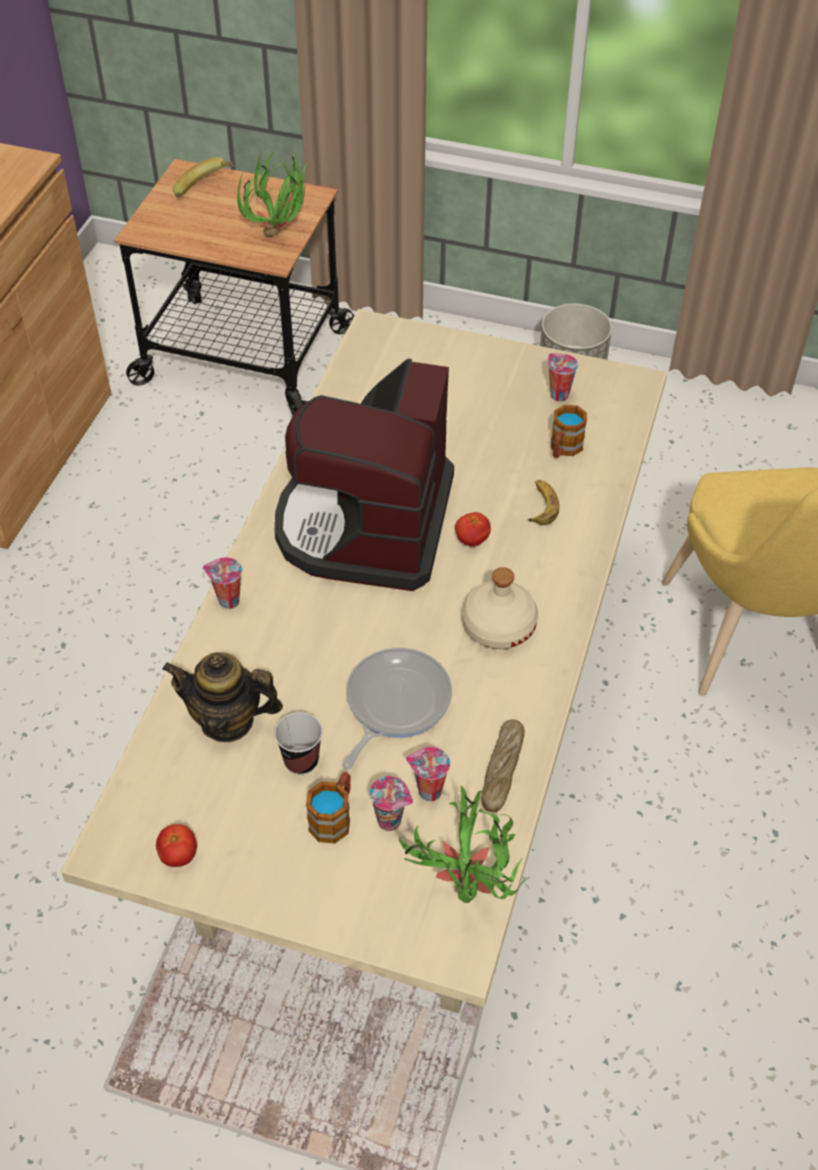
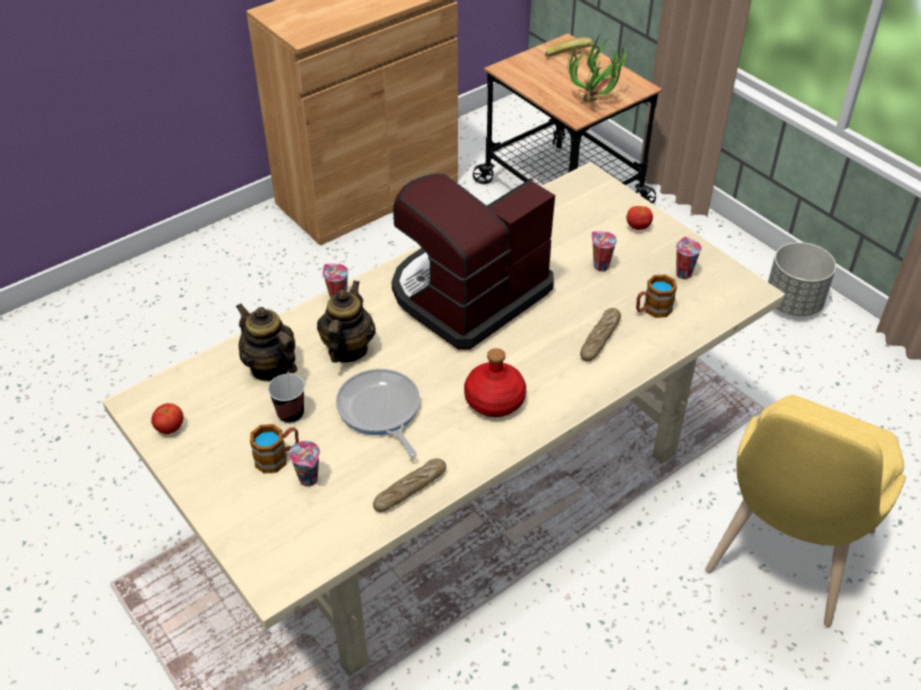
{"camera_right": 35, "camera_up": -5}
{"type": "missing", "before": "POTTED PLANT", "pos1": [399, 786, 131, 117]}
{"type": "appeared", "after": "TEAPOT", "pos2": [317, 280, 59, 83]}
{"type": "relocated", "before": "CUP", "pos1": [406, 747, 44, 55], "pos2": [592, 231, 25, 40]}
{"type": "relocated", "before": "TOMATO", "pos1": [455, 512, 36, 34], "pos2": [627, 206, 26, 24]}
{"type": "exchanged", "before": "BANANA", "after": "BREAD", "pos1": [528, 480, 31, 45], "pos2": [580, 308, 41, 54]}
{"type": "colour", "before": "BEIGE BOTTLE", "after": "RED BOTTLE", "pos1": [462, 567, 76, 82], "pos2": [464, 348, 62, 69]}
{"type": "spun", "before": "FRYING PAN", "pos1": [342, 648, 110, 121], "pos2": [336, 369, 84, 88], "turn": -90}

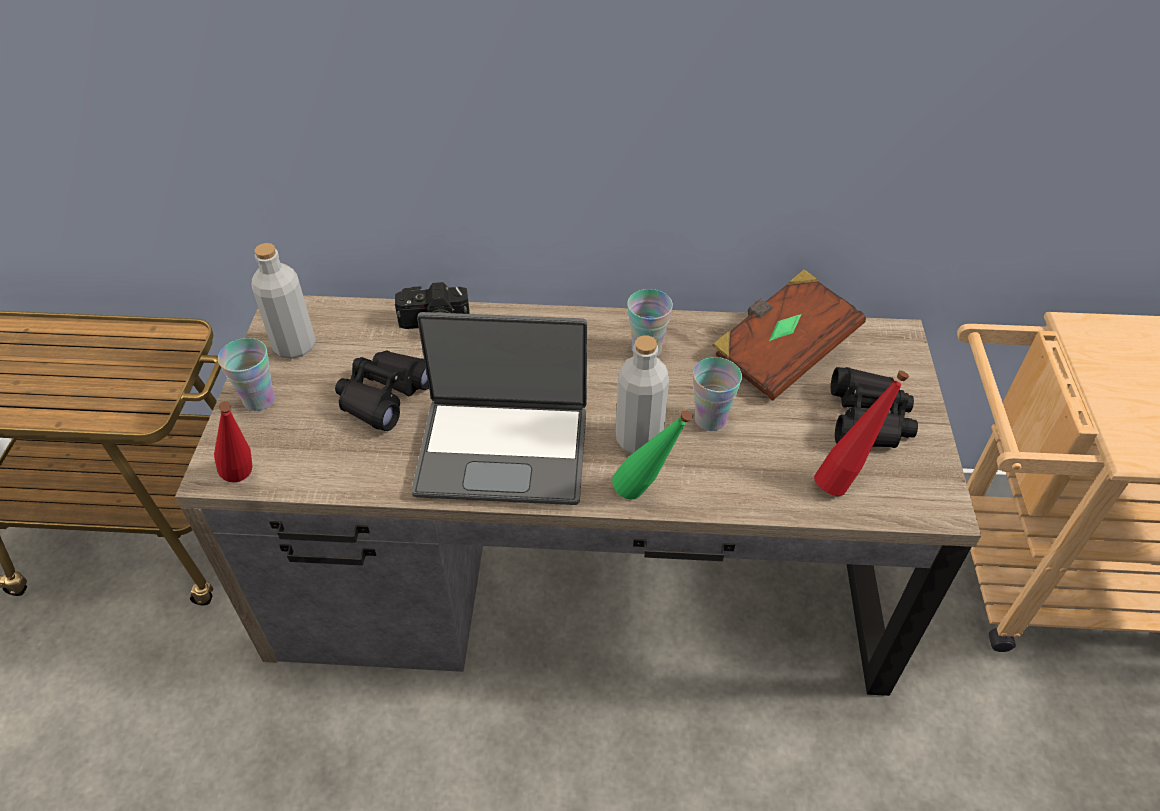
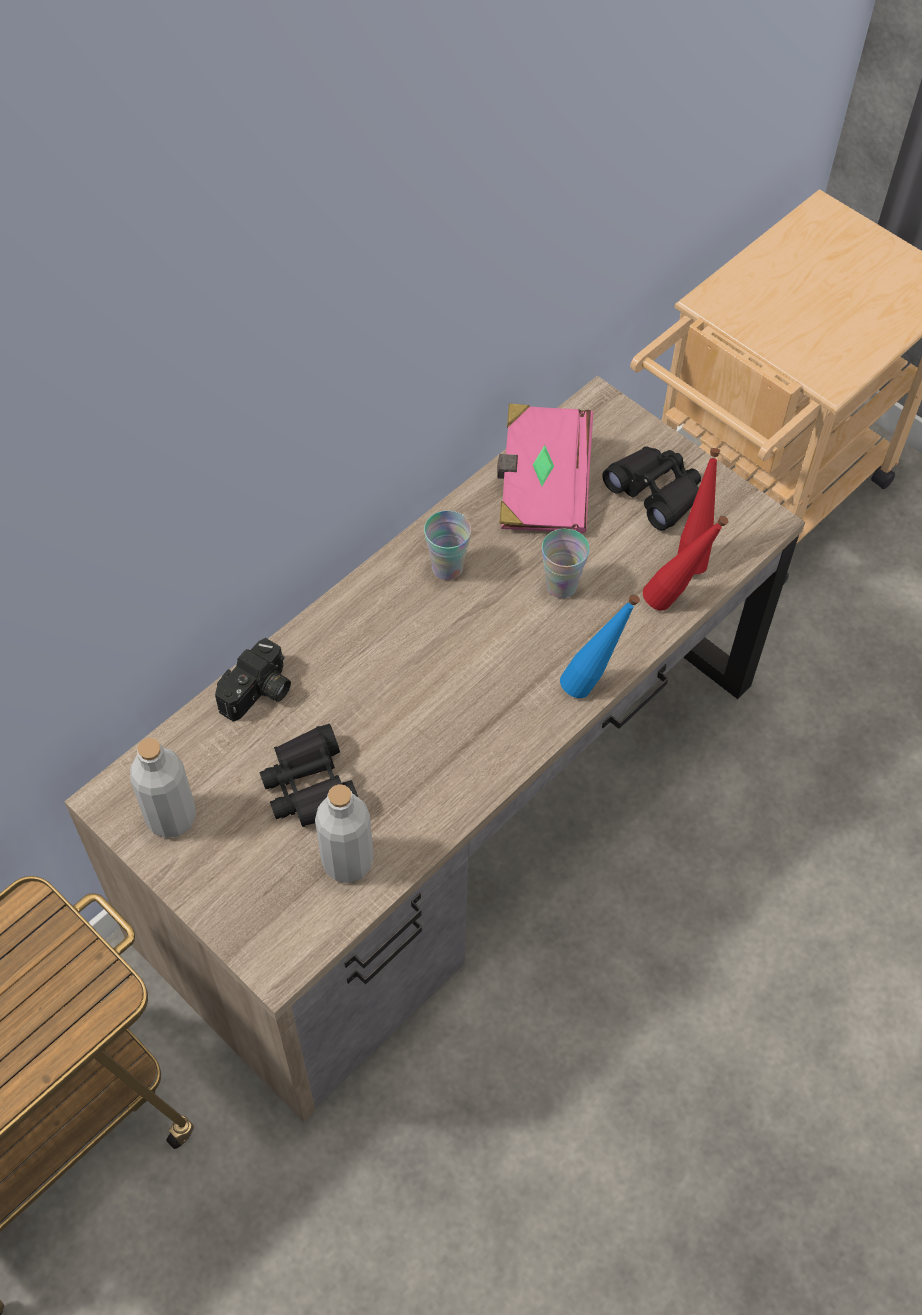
{"camera_right": -50, "camera_up": 10}
{"type": "missing", "before": "CUP", "pos1": [218, 338, 57, 73]}
{"type": "missing", "before": "LAPTOP", "pos1": [411, 312, 176, 193]}
{"type": "relocated", "before": "RED BOTTLE", "pos1": [214, 401, 39, 81], "pos2": [643, 516, 85, 95]}
{"type": "relocated", "before": "GREY BOTTLE", "pos1": [616, 336, 53, 118], "pos2": [315, 784, 59, 99]}
{"type": "colour", "before": "GREEN BOTTLE", "after": "BLUE BOTTLE", "pos1": [612, 410, 81, 90], "pos2": [560, 594, 80, 104]}
{"type": "colour", "before": "BROWN BOOK", "after": "PINK BOOK", "pos1": [712, 269, 154, 131], "pos2": [497, 403, 96, 130]}

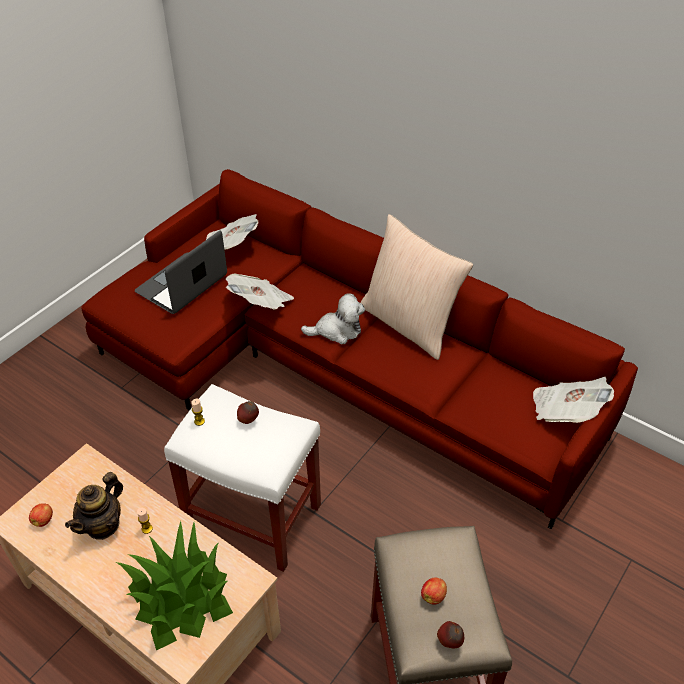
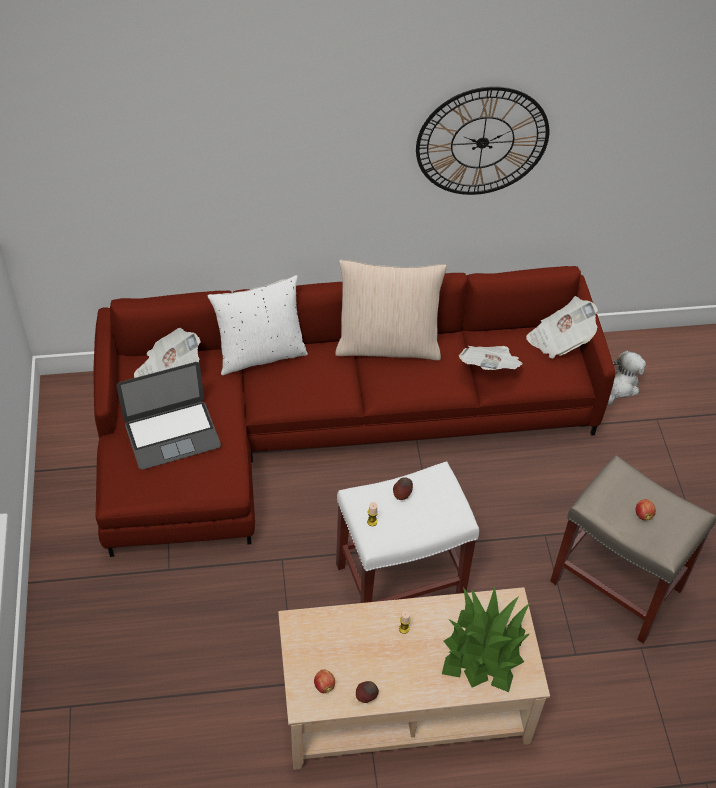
{"camera_right": -45, "camera_up": 5}
{"type": "missing", "before": "TEAPOT", "pos1": [65, 472, 58, 68]}
{"type": "appeared", "after": "WHITE PILLOW", "pos2": [208, 275, 100, 100]}
{"type": "appeared", "after": "WALL CLOCK", "pos2": [416, 87, 133, 108]}
{"type": "relocated", "before": "NEWSPAPER", "pos1": [225, 273, 69, 37], "pos2": [459, 346, 64, 24]}
{"type": "relocated", "before": "PLUSH TOY", "pos1": [301, 293, 64, 51], "pos2": [607, 351, 39, 54]}
{"type": "relocated", "before": "APPLE", "pos1": [437, 621, 27, 27], "pos2": [356, 681, 23, 22]}
{"type": "spun", "before": "LAPTOP", "pos1": [135, 231, 92, 83], "pos2": [117, 362, 104, 107], "turn": -105}

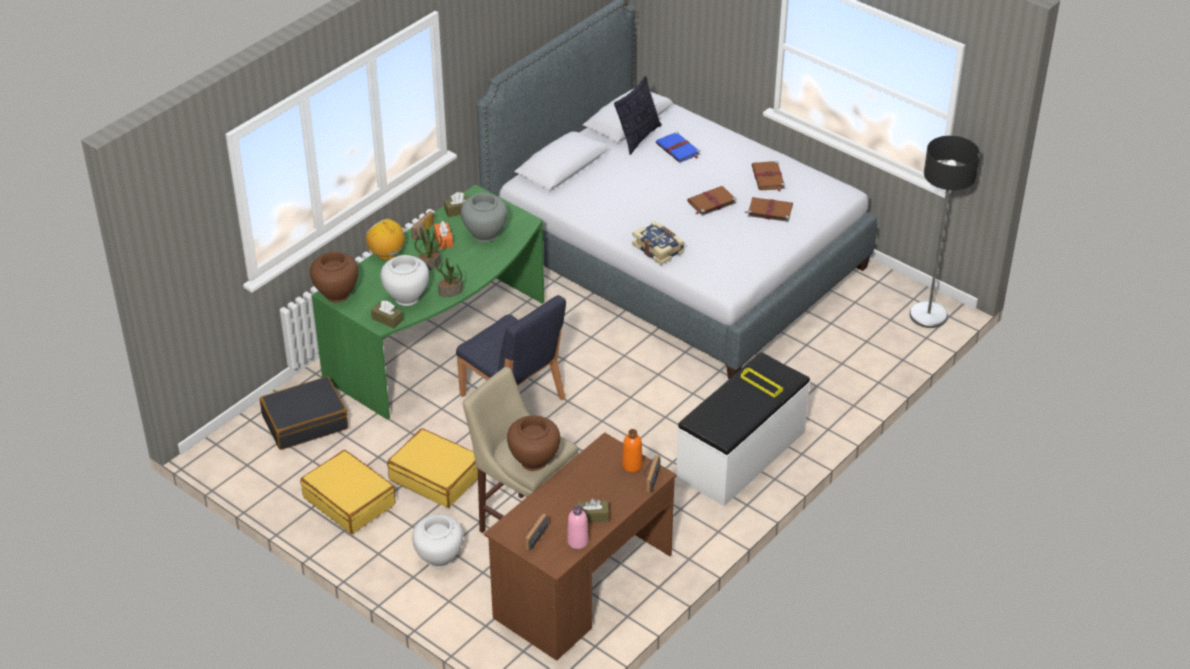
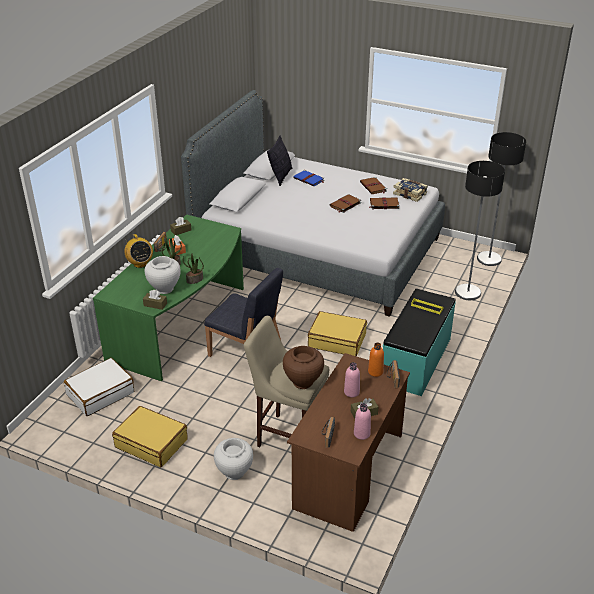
{"camera_right": -15, "camera_up": -5}
{"type": "missing", "before": "BROWN VASE", "pos1": [310, 252, 48, 50]}
{"type": "missing", "before": "GREY VASE", "pos1": [461, 193, 47, 50]}
{"type": "appeared", "after": "PINK BOTTLE", "pos2": [344, 362, 16, 35]}
{"type": "appeared", "after": "FLOOR LAMP", "pos2": [455, 161, 50, 139]}
{"type": "relocated", "before": "YELLOW SUITCASE", "pos1": [387, 428, 91, 80], "pos2": [308, 311, 59, 45]}
{"type": "relocated", "before": "BOOK", "pos1": [632, 221, 53, 44], "pos2": [393, 178, 35, 24]}
{"type": "colour", "before": "BLACK SUITCASE", "after": "WHITE SUITCASE", "pos1": [260, 376, 88, 74], "pos2": [64, 358, 70, 58]}
{"type": "colour", "before": "WHITE BENCH", "after": "TURQUOISE BENCH", "pos1": [676, 352, 134, 154], "pos2": [383, 289, 73, 107]}
{"type": "spun", "before": "RADIO", "pos1": [366, 219, 40, 41], "pos2": [124, 234, 29, 34], "turn": -150}

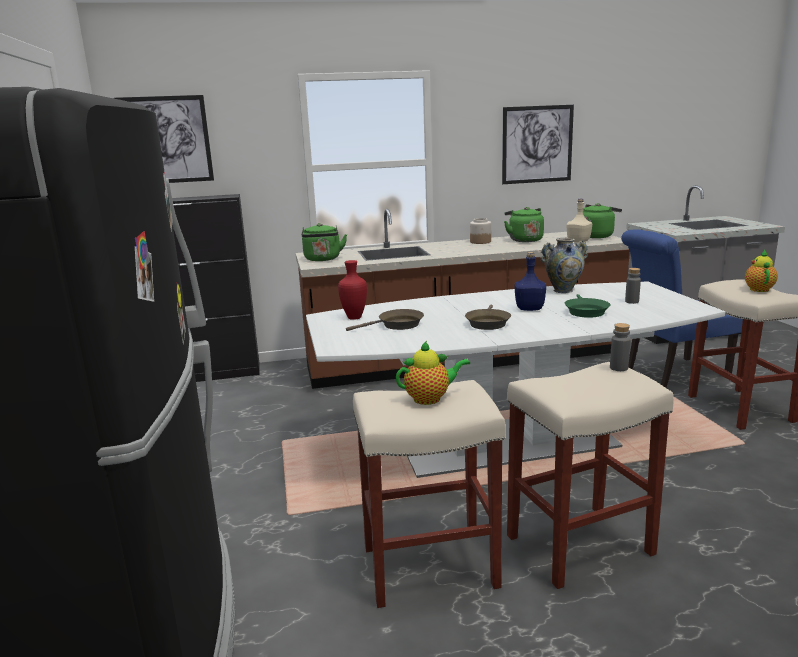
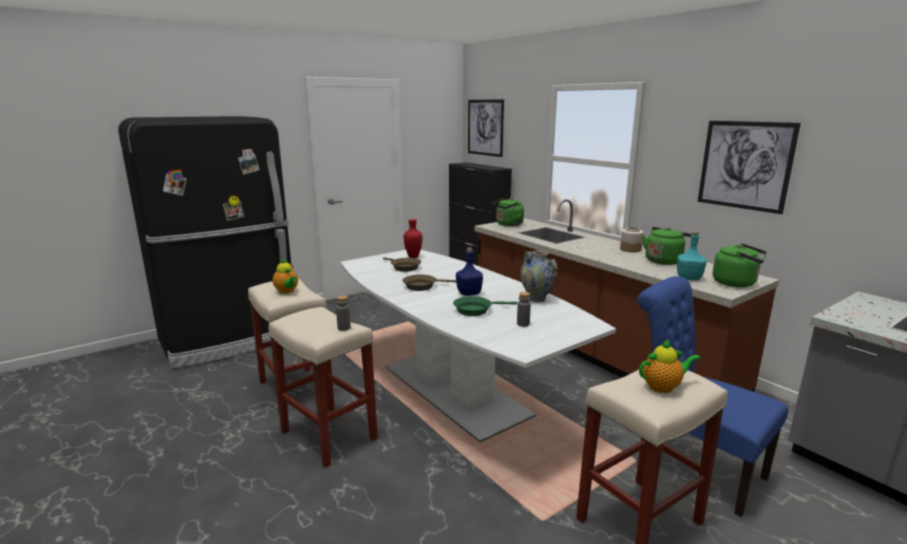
{"camera_right": 65, "camera_up": 0}
{"type": "colour", "before": "BEIGE BOTTLE", "after": "TURQUOISE BOTTLE", "pos1": [567, 199, 25, 44], "pos2": [677, 231, 29, 49]}

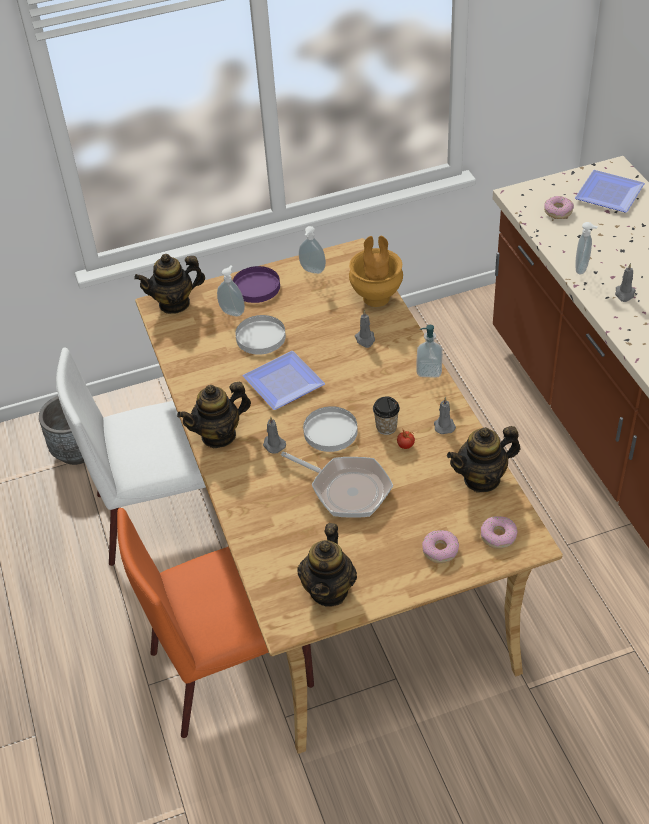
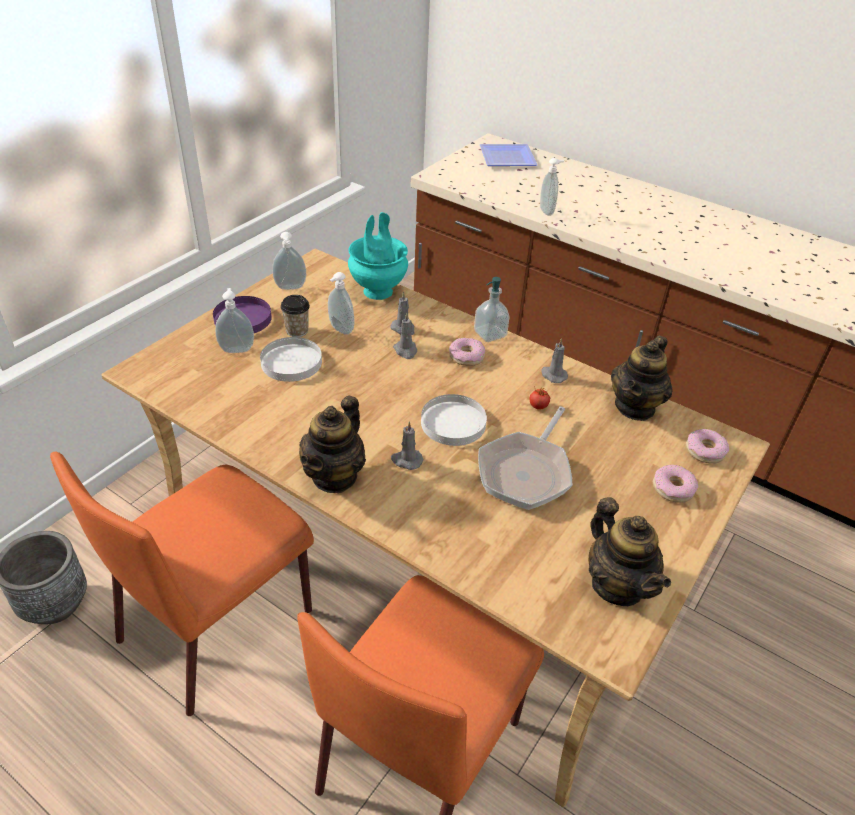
{"camera_right": -40, "camera_up": -5}
{"type": "missing", "before": "TEAPOT", "pos1": [134, 254, 71, 60]}
{"type": "missing", "before": "PLATE", "pos1": [243, 351, 82, 59]}
{"type": "appeared", "after": "SOAP DISPENSER", "pos2": [328, 272, 26, 63]}
{"type": "relocated", "before": "CUP", "pos1": [373, 396, 27, 39], "pos2": [280, 295, 30, 42]}
{"type": "relocated", "before": "DONUT", "pos1": [544, 196, 30, 23], "pos2": [449, 338, 36, 28]}
{"type": "relocated", "before": "GREY CANDLE", "pos1": [615, 263, 21, 39], "pos2": [393, 313, 24, 46]}
{"type": "colour", "before": "WHITE CHAIR", "after": "ORANGE CHAIR", "pos1": [56, 348, 150, 218], "pos2": [50, 452, 264, 264]}
{"type": "colour", "before": "BROWN VASE", "after": "TURQUOISE VASE", "pos1": [349, 236, 54, 71], "pos2": [348, 212, 60, 88]}
{"type": "spun", "before": "FRYING PAN", "pos1": [281, 451, 112, 67], "pos2": [478, 406, 94, 104], "turn": 120}

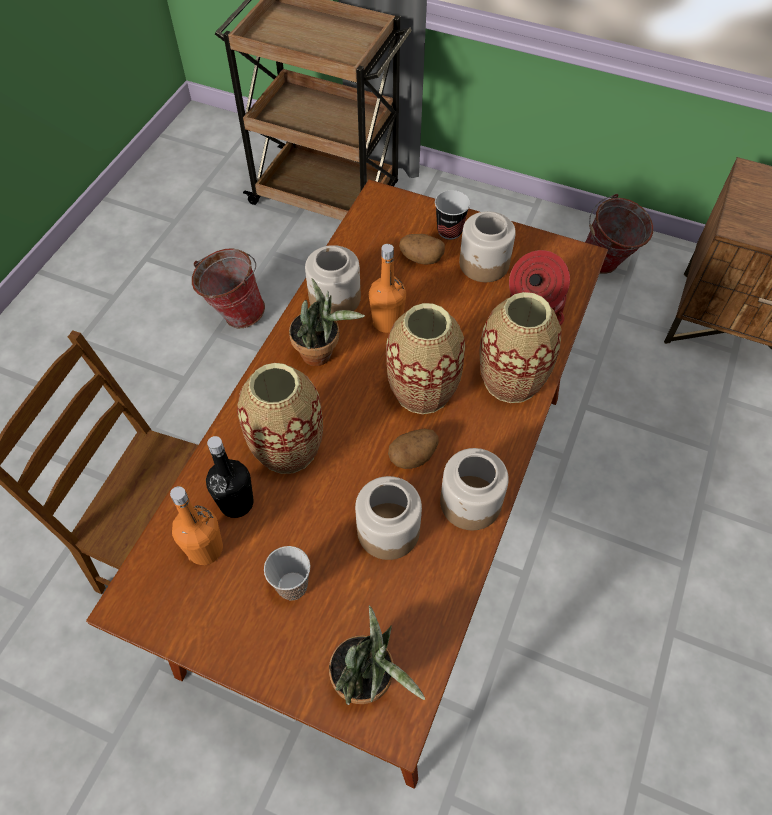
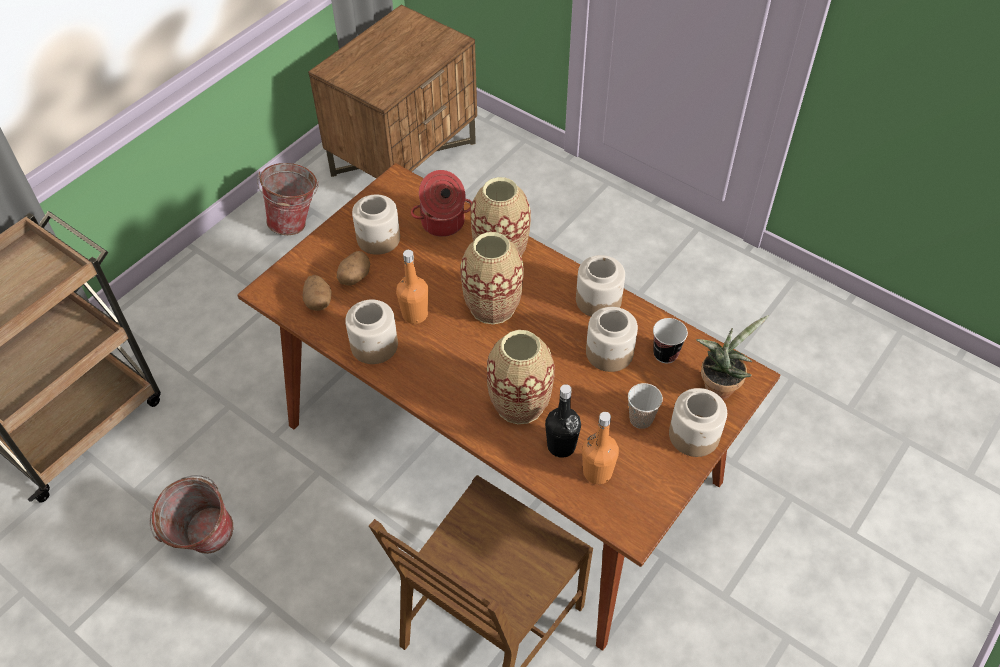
{"camera_right": -75, "camera_up": -5}
{"type": "missing", "before": "POTTED PLANT", "pos1": [289, 278, 76, 88]}
{"type": "appeared", "after": "JAR", "pos2": [669, 388, 58, 69]}
{"type": "relocated", "before": "POTATO", "pos1": [388, 429, 51, 40], "pos2": [303, 275, 28, 36]}
{"type": "relocated", "before": "CUP", "pos1": [435, 190, 35, 50], "pos2": [653, 318, 35, 45]}

